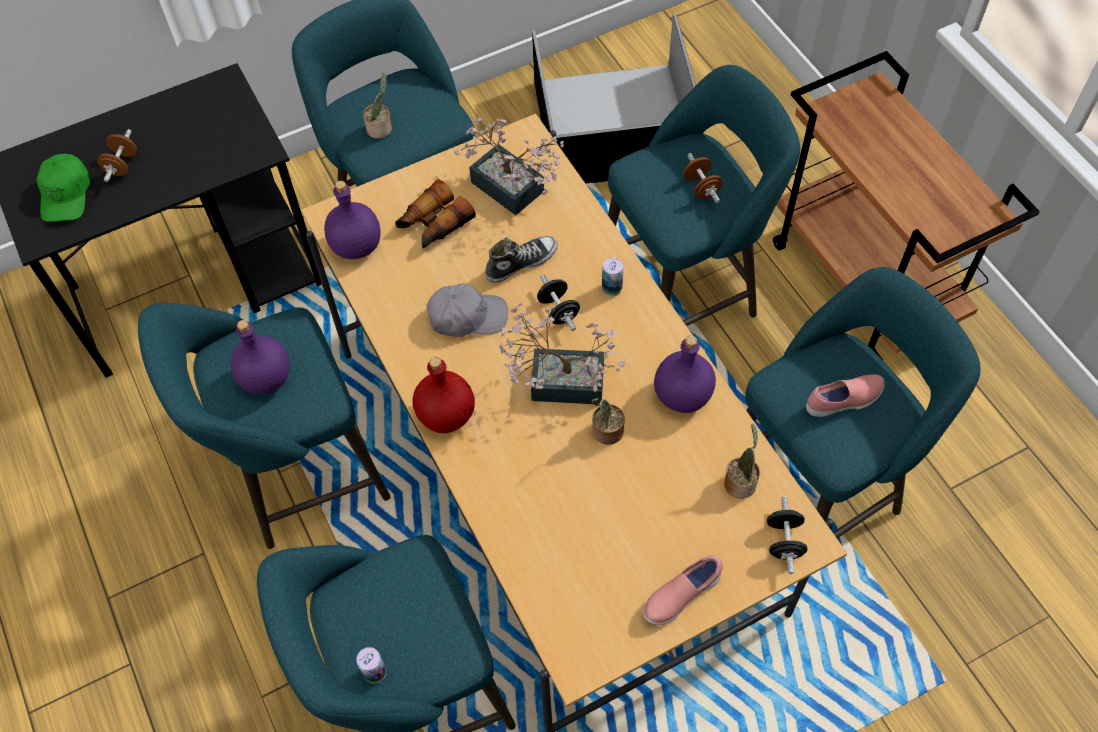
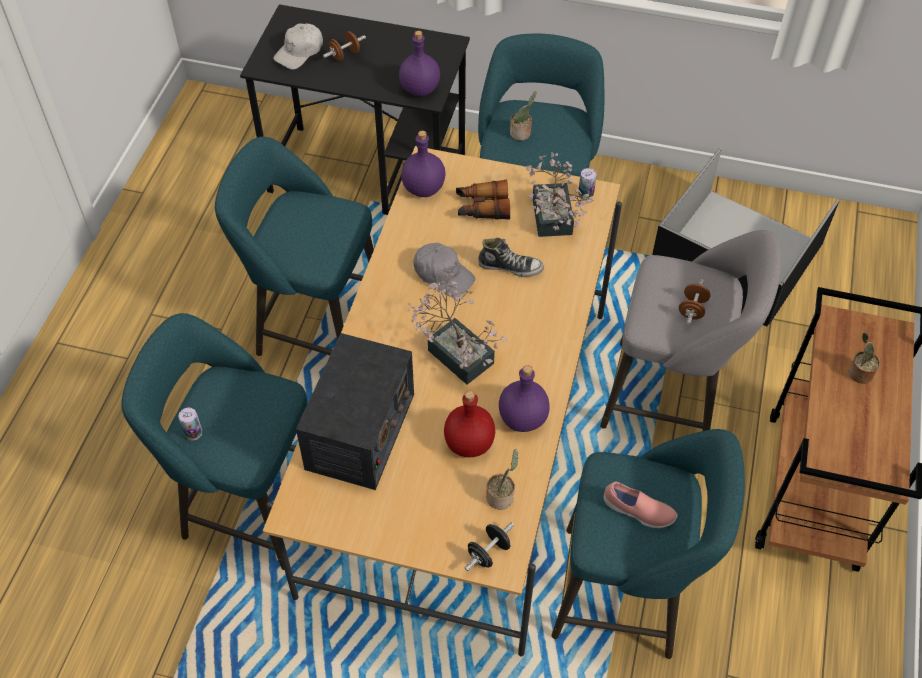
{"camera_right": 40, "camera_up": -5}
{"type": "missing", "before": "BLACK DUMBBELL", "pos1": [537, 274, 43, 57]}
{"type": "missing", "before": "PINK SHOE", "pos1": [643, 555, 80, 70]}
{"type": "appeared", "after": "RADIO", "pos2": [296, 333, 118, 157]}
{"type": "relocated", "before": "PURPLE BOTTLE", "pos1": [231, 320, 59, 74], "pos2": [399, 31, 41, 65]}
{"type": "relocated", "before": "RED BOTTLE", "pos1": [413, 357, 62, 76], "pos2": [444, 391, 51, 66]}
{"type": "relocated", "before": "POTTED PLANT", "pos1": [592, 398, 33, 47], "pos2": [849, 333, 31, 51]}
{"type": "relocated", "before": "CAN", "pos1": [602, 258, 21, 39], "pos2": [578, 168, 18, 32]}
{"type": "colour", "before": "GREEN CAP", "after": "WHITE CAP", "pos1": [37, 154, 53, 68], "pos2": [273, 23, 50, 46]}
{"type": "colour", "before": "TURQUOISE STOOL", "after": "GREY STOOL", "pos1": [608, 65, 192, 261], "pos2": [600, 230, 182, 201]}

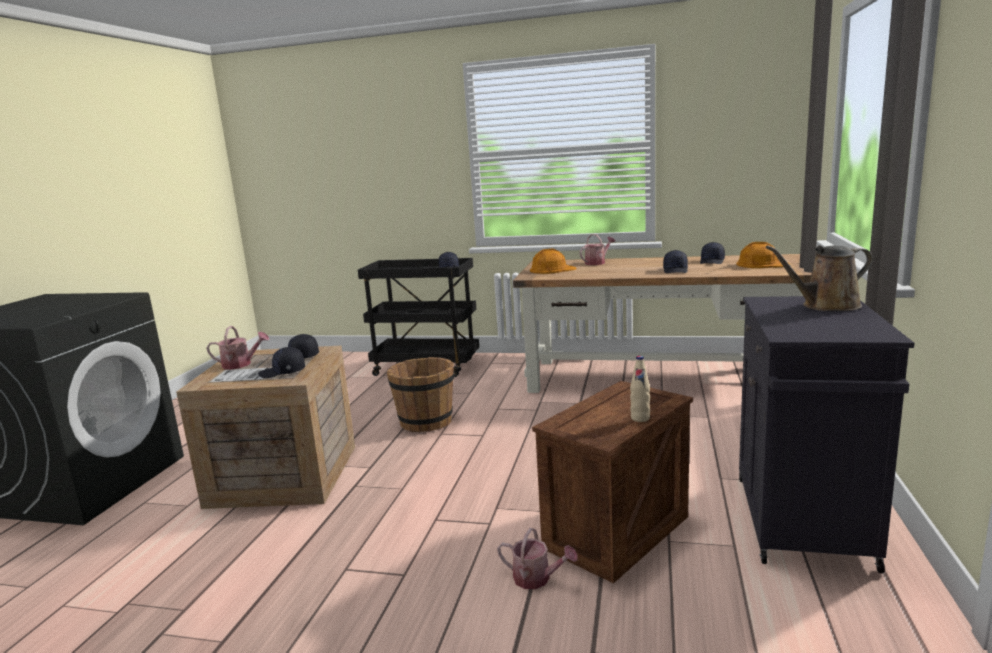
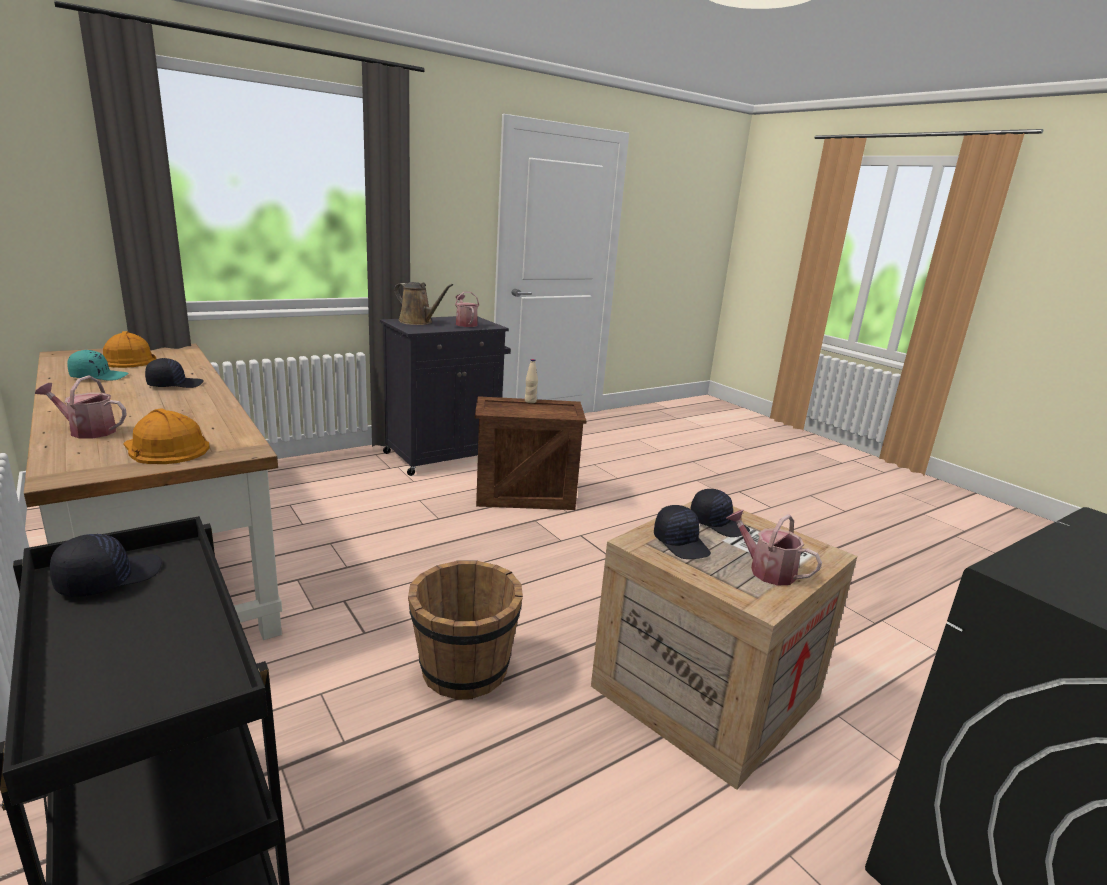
{"camera_right": -140, "camera_up": 5}
{"type": "relocated", "before": "WATERING CAN", "pos1": [497, 528, 81, 61], "pos2": [455, 292, 24, 35]}
{"type": "colour", "before": "BLACK CAP", "after": "TURQUOISE CAP", "pos1": [700, 242, 25, 22], "pos2": [67, 350, 61, 30]}

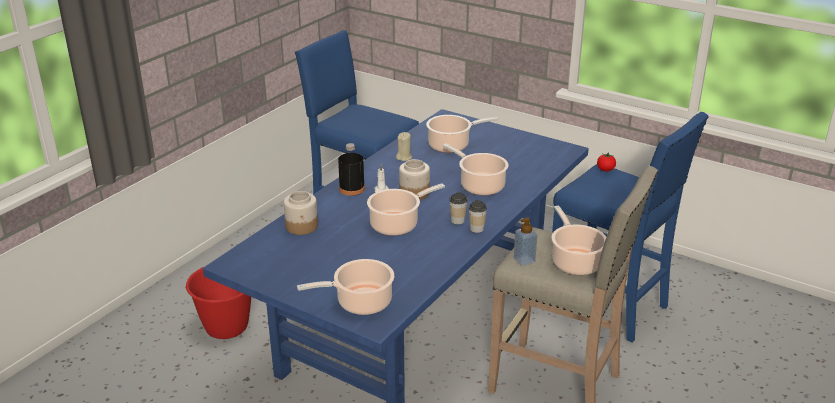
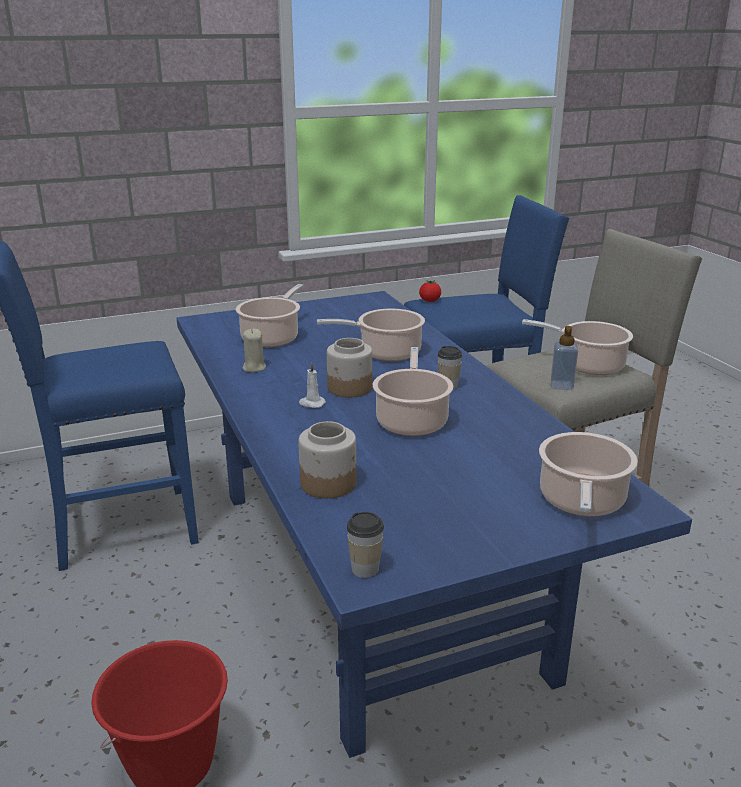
{"camera_right": -55, "camera_up": -5}
{"type": "missing", "before": "BLACK BOTTLE", "pos1": [338, 143, 27, 53]}
{"type": "relocated", "before": "CUP", "pos1": [469, 200, 18, 33], "pos2": [346, 512, 38, 66]}

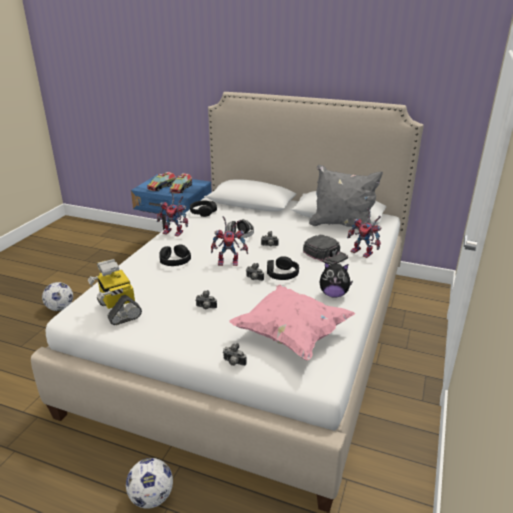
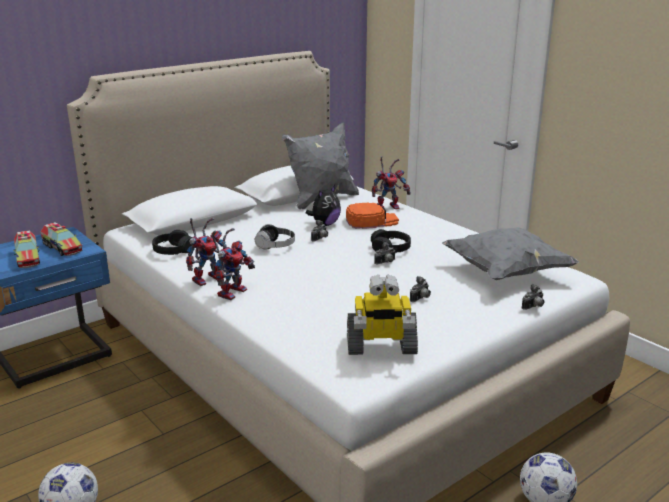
{"camera_right": -60, "camera_up": -5}
{"type": "missing", "before": "BLACK HEADPHONES", "pos1": [159, 244, 32, 22]}
{"type": "relocated", "before": "TOY ROBOT", "pos1": [211, 216, 37, 50], "pos2": [212, 228, 43, 72]}
{"type": "relocated", "before": "PLUSH TOY", "pos1": [319, 262, 34, 36], "pos2": [306, 185, 35, 41]}
{"type": "colour", "before": "PINK PILLOW", "after": "GREY PILLOW", "pos1": [229, 285, 126, 75], "pos2": [442, 228, 137, 52]}
{"type": "colour", "before": "BLACK CAP", "after": "ORANGE CAP", "pos1": [303, 235, 45, 30], "pos2": [346, 202, 53, 27]}

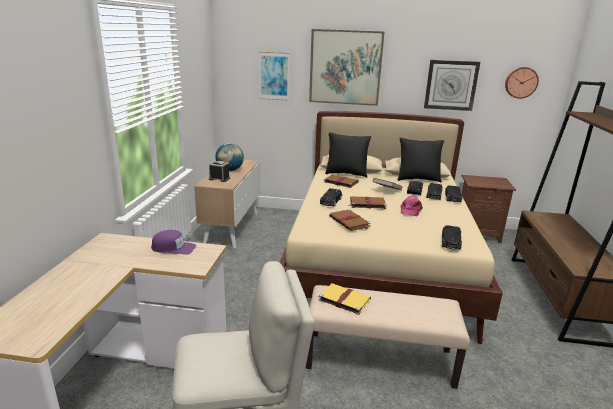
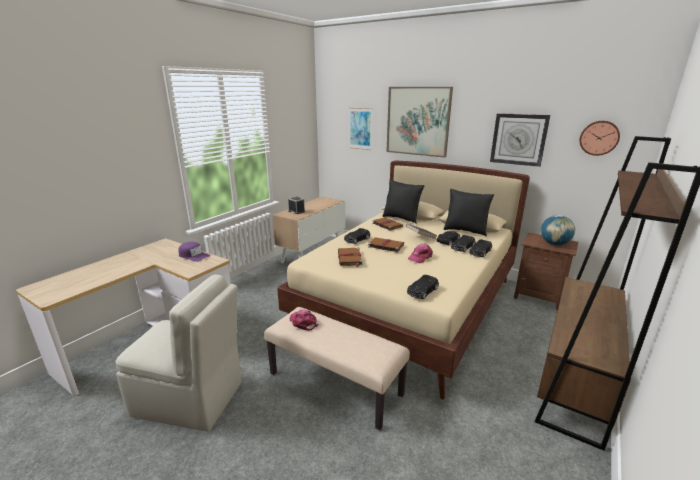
{"camera_right": 25, "camera_up": 0}
{"type": "relocated", "before": "GLOBE", "pos1": [215, 143, 29, 28], "pos2": [541, 215, 34, 30]}
{"type": "exchanged", "before": "YELLOW BOOK", "after": "PINK CAP", "pos1": [318, 283, 53, 32], "pos2": [289, 310, 29, 21]}

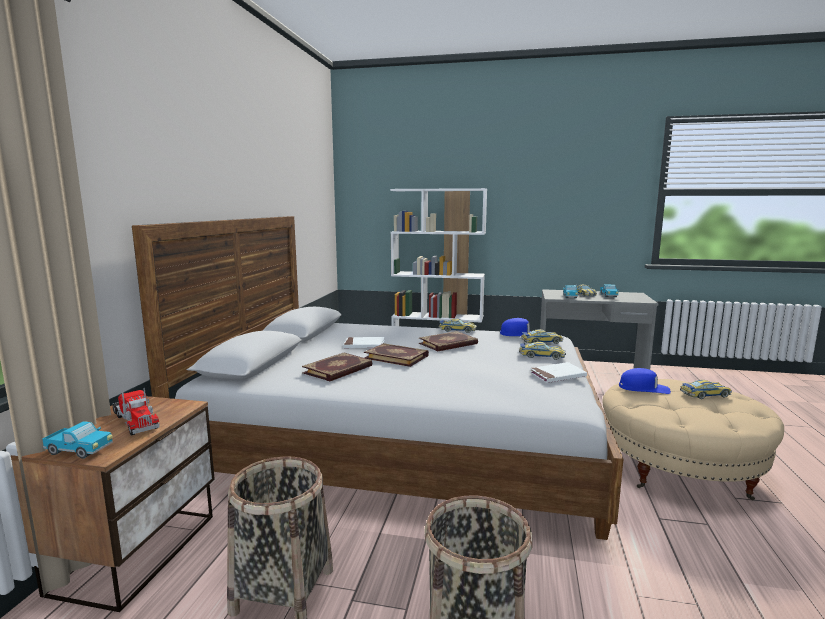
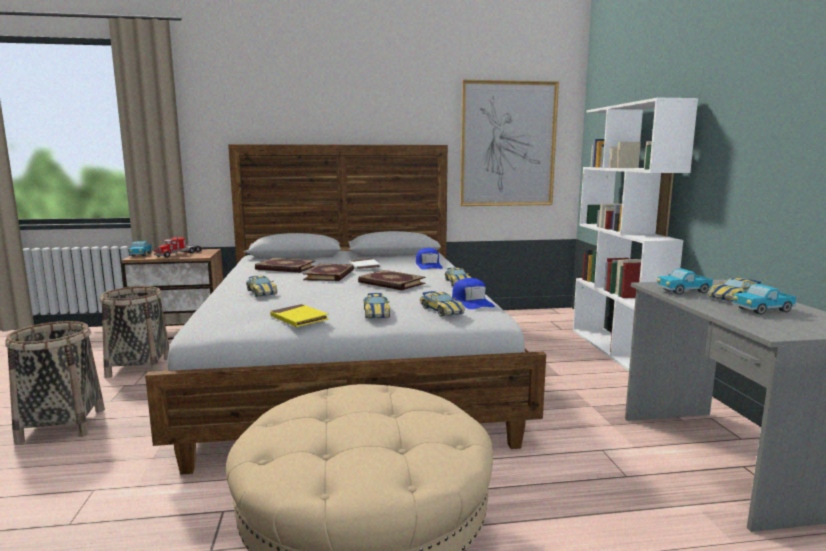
{"camera_right": 70, "camera_up": 0}
{"type": "appeared", "after": "PICTURE", "pos2": [460, 80, 99, 126]}
{"type": "relocated", "before": "BLUE CAP", "pos1": [619, 368, 52, 26], "pos2": [416, 248, 27, 22]}
{"type": "relocated", "before": "TOY CAR", "pos1": [680, 380, 52, 19], "pos2": [246, 276, 31, 21]}
{"type": "colour", "before": "WHITE BOOK", "after": "YELLOW BOOK", "pos1": [530, 362, 57, 21], "pos2": [270, 304, 59, 23]}

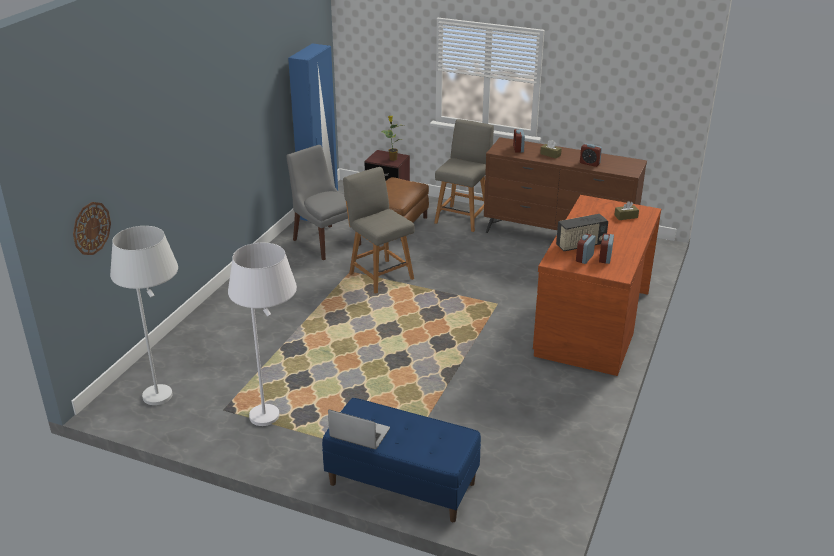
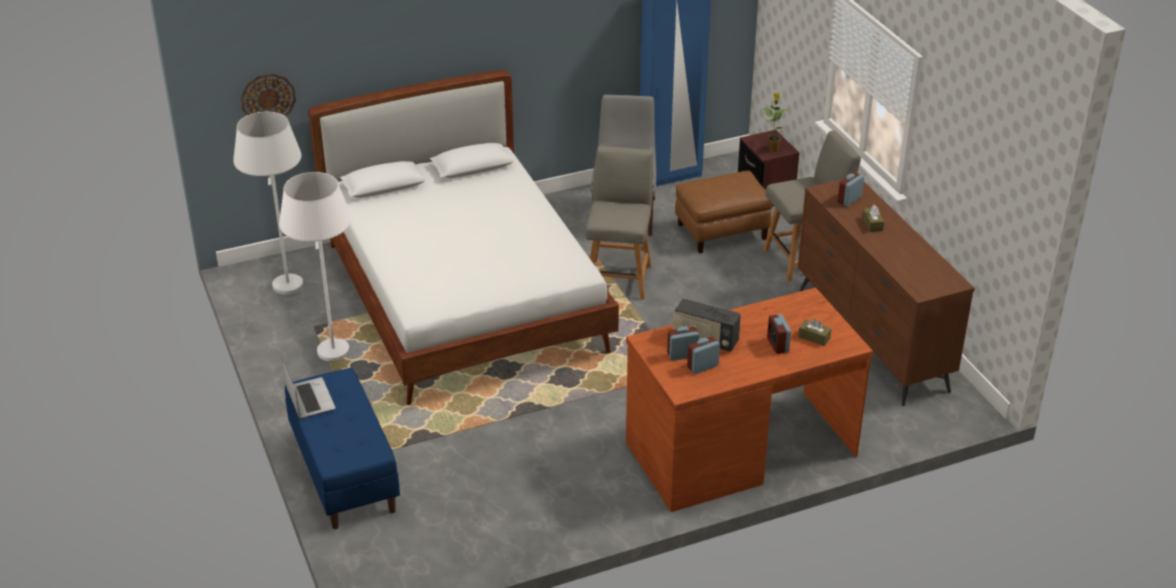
{"camera_right": 45, "camera_up": 5}
{"type": "appeared", "after": "WHITE BED", "pos2": [308, 70, 311, 335]}
{"type": "relocated", "before": "ALARM CLOCK", "pos1": [580, 143, 22, 24], "pos2": [767, 314, 24, 40]}

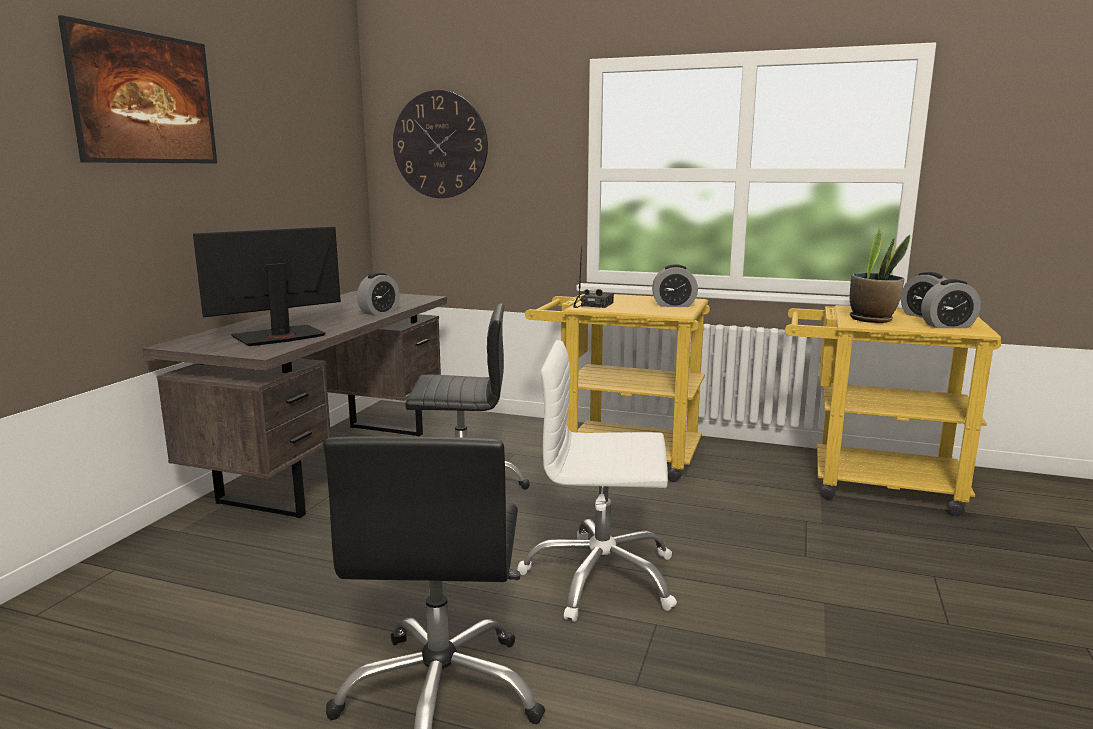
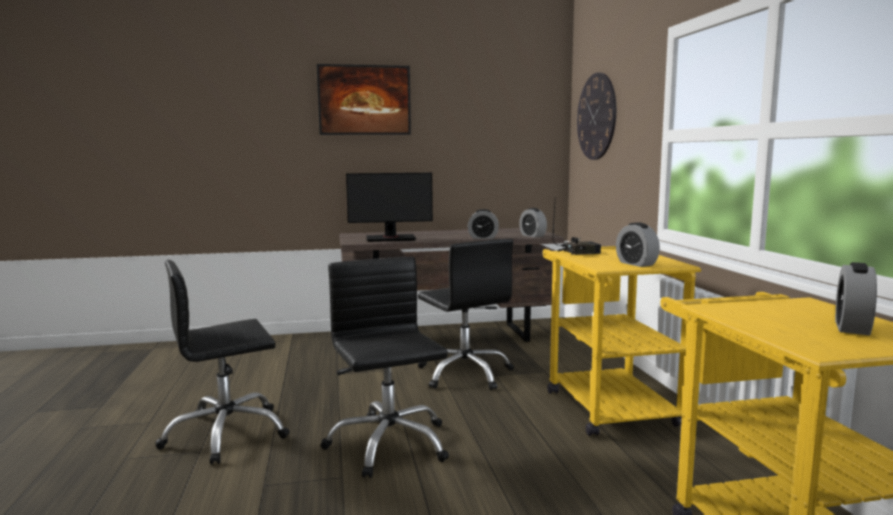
{"camera_right": 60, "camera_up": -5}
{"type": "missing", "before": "POTTED PLANT", "pos1": [850, 226, 60, 97]}
{"type": "relocated", "before": "ALARM CLOCK", "pos1": [921, 279, 60, 49], "pos2": [519, 208, 28, 29]}
{"type": "colour", "before": "WHITE OFFICE CHAIR", "after": "BLACK OFFICE CHAIR", "pos1": [517, 340, 160, 282], "pos2": [321, 257, 128, 221]}
{"type": "spun", "before": "MONITOR", "pos1": [193, 227, 148, 119], "pos2": [346, 173, 87, 69], "turn": 150}

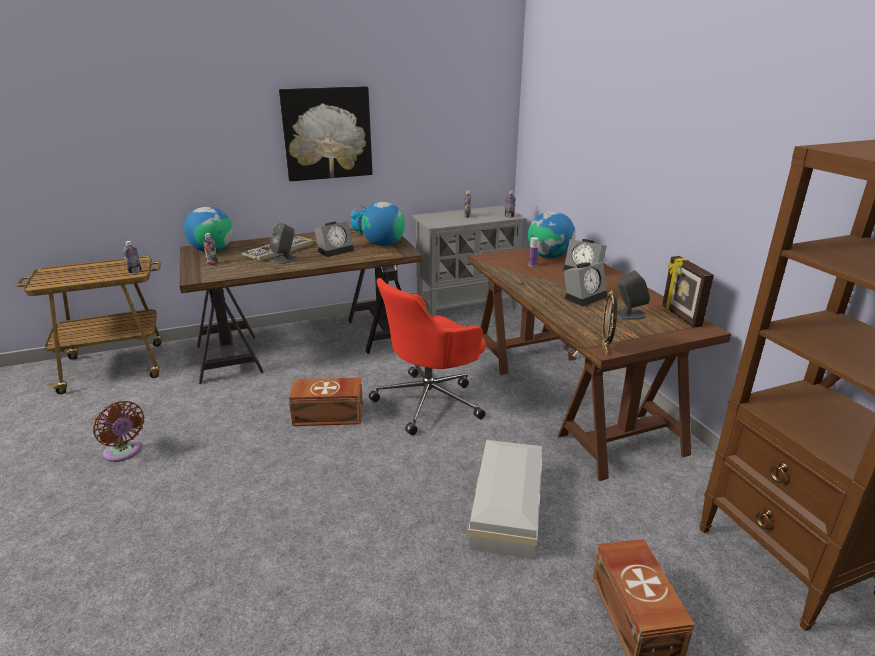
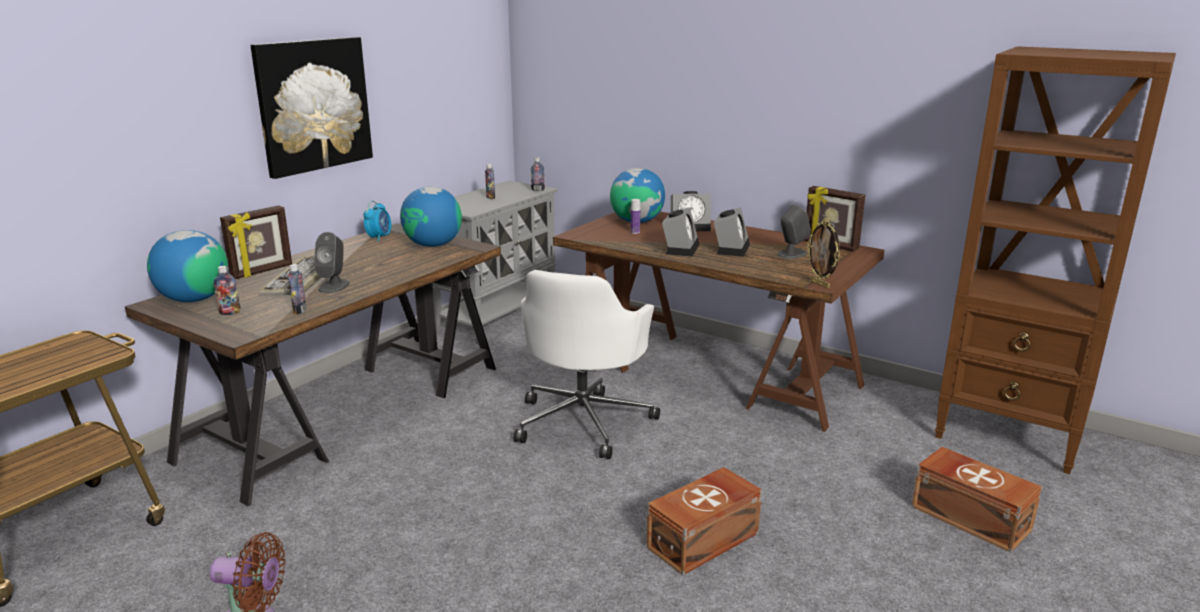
{"camera_right": -35, "camera_up": -5}
{"type": "missing", "before": "WHITE STORAGE BOX", "pos1": [468, 440, 75, 119]}
{"type": "appeared", "after": "PICTURE FRAME", "pos2": [220, 205, 72, 74]}
{"type": "relocated", "before": "BOTTLE", "pos1": [123, 241, 18, 32], "pos2": [288, 264, 19, 50]}
{"type": "relocated", "before": "BROWN STORAGE BOX", "pos1": [289, 377, 74, 49], "pos2": [647, 467, 115, 108]}
{"type": "relocated", "before": "ALARM CLOCK", "pos1": [314, 221, 40, 36], "pos2": [662, 207, 37, 50]}
{"type": "colour", "before": "RED OFFICE CHAIR", "after": "WHITE OFFICE CHAIR", "pos1": [369, 278, 117, 157], "pos2": [514, 270, 146, 189]}

